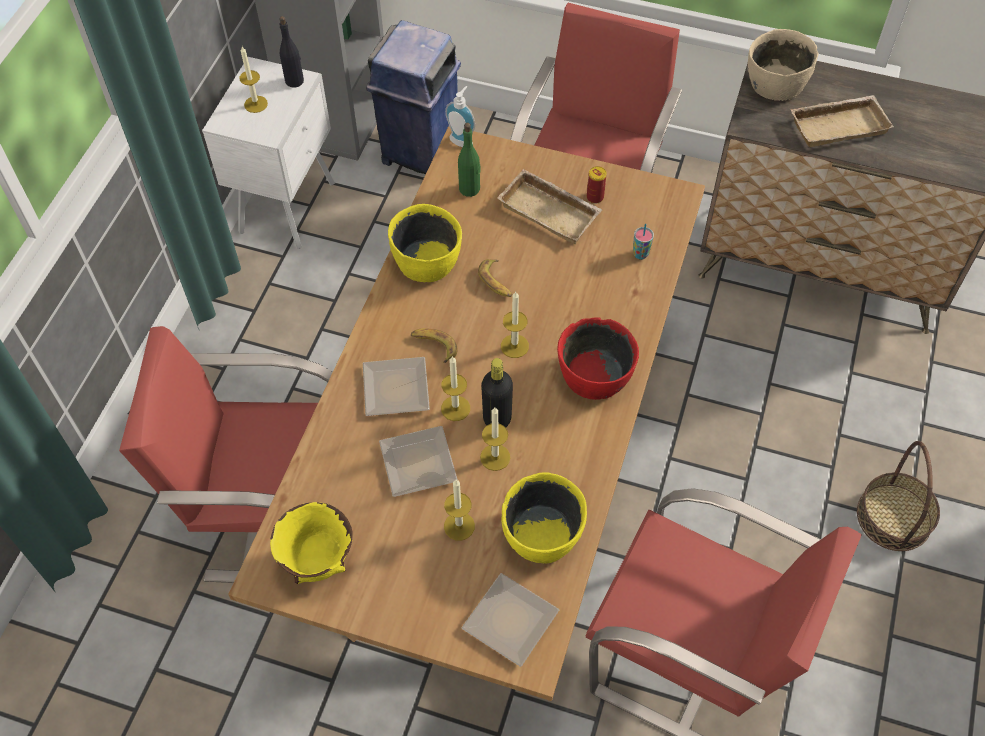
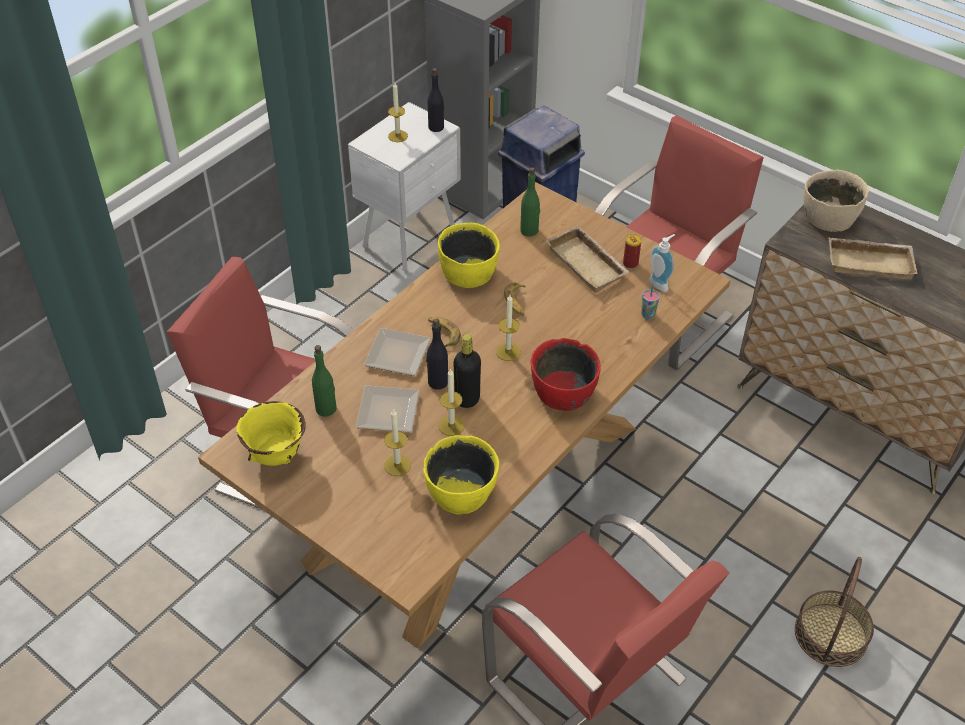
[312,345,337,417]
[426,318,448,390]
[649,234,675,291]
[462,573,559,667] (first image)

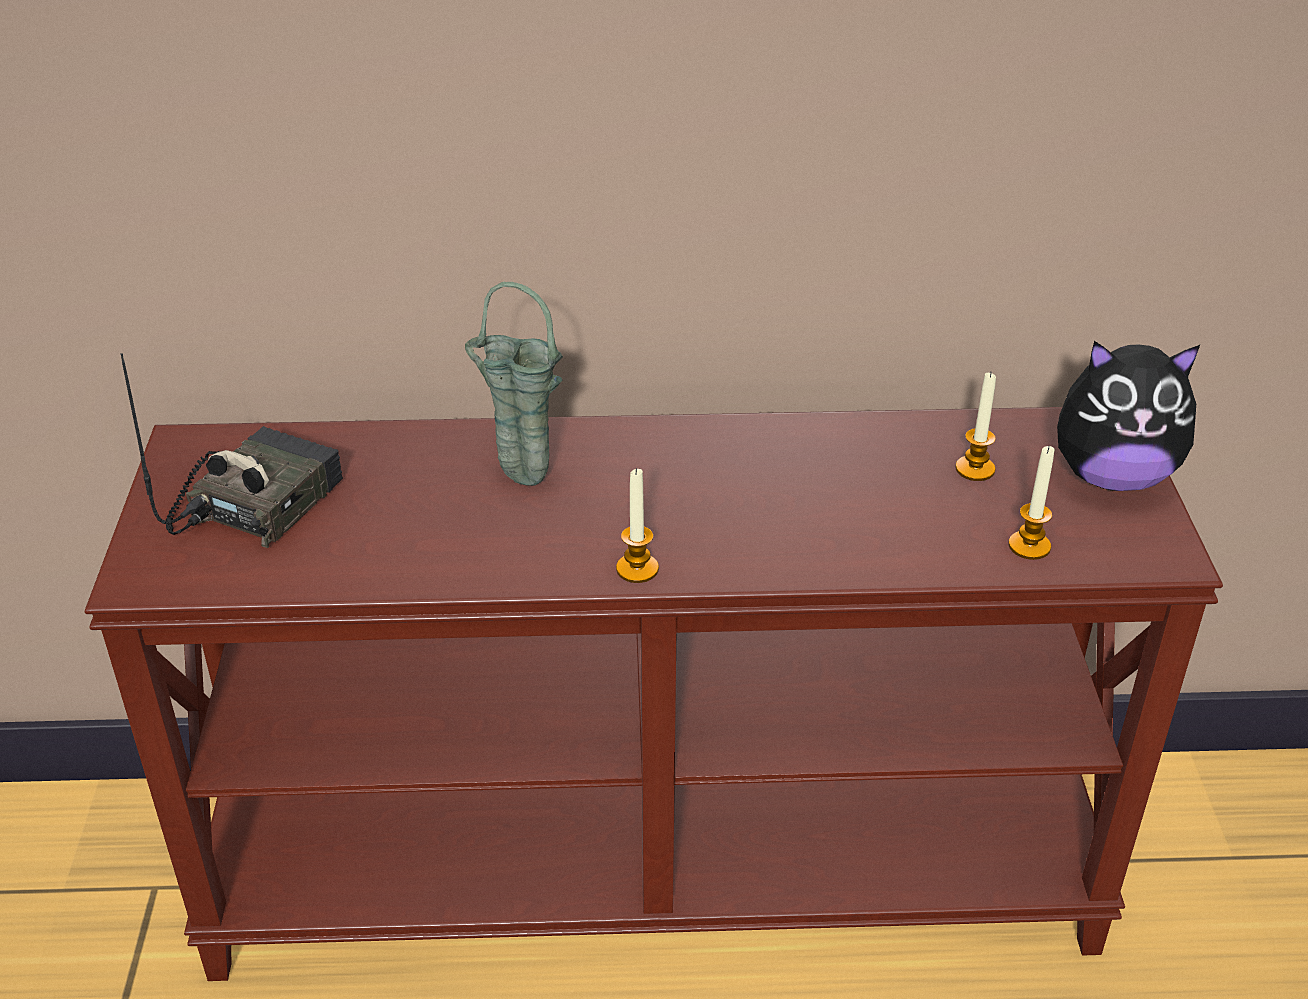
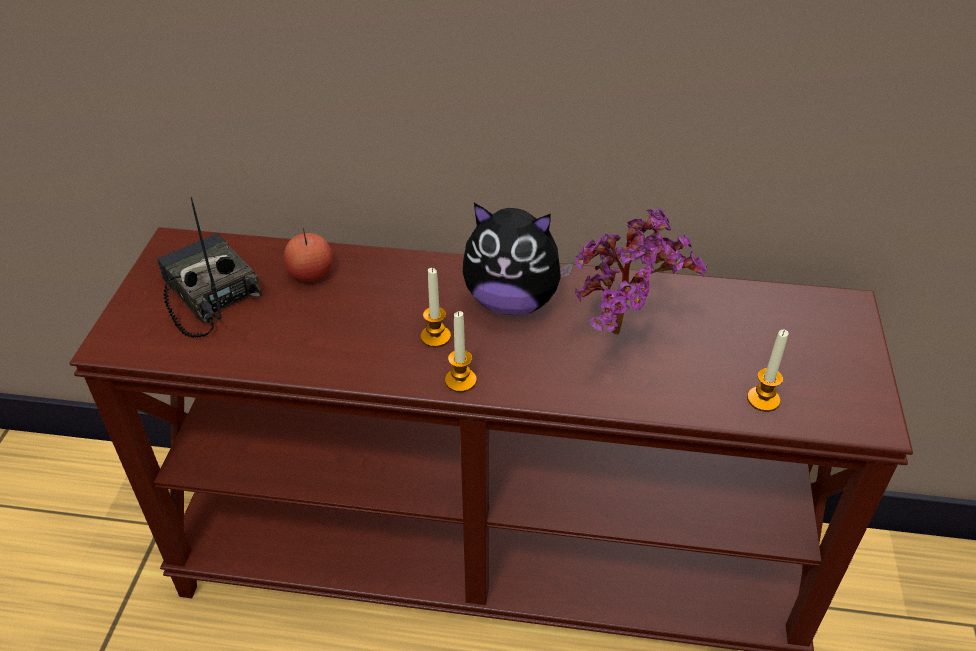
[157,197,262,338]
[284,228,333,282]
[421,268,451,347]
[463,203,574,315]
[575,209,707,334]
[465,282,563,486] (first image)

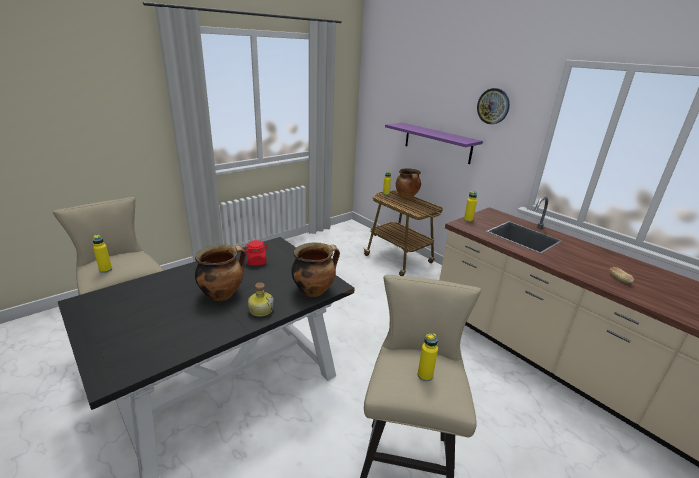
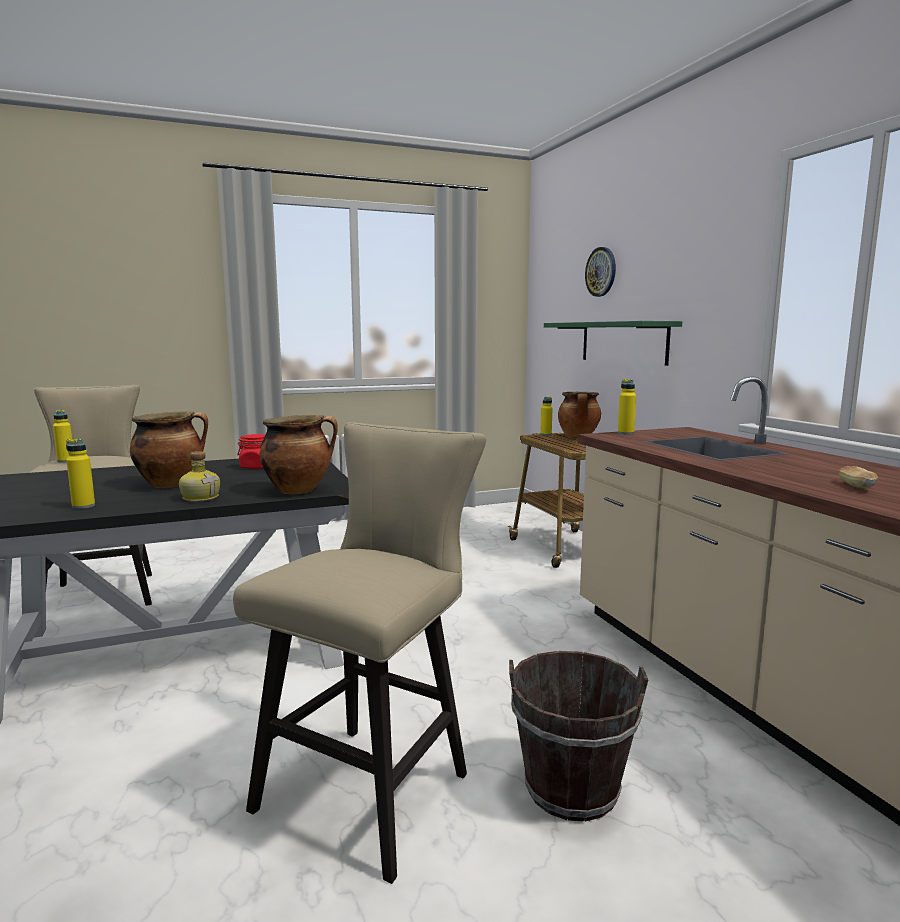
[66,439,95,509]
[509,651,648,822]
[544,321,682,366]
[585,247,616,297]

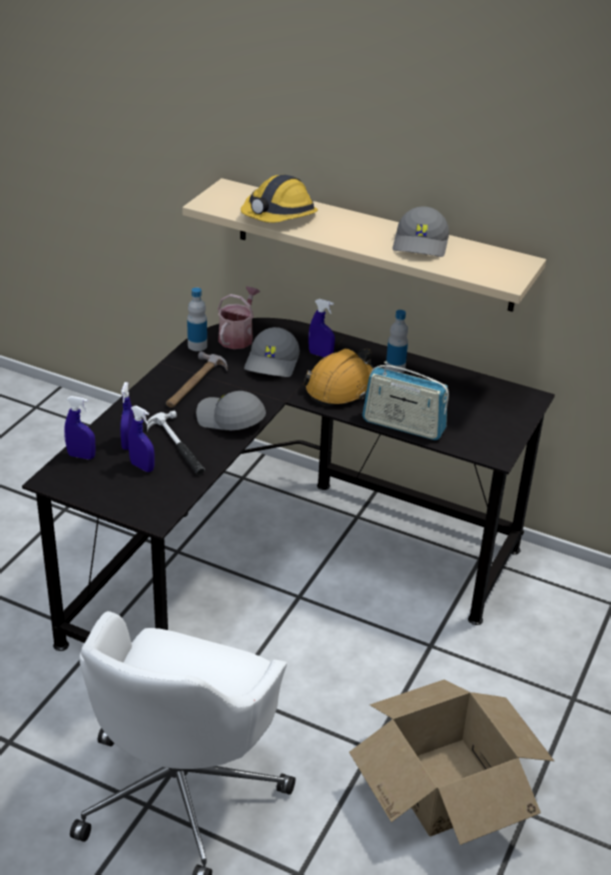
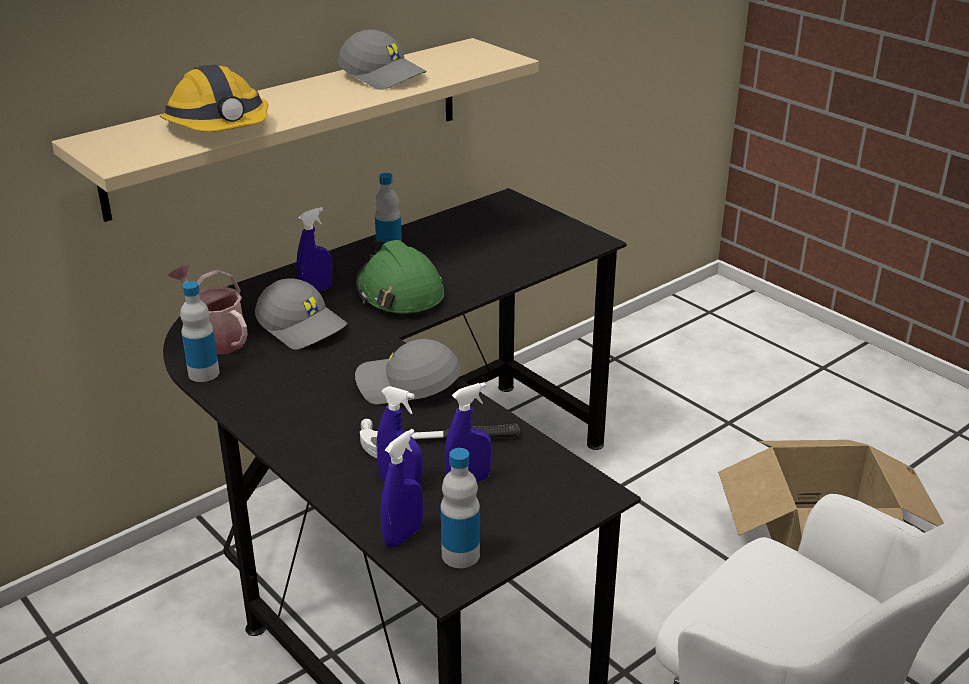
[355,339,461,404]
[356,240,444,318]
[441,448,480,568]
[166,351,227,408] (first image)
[362,361,449,440] (first image)

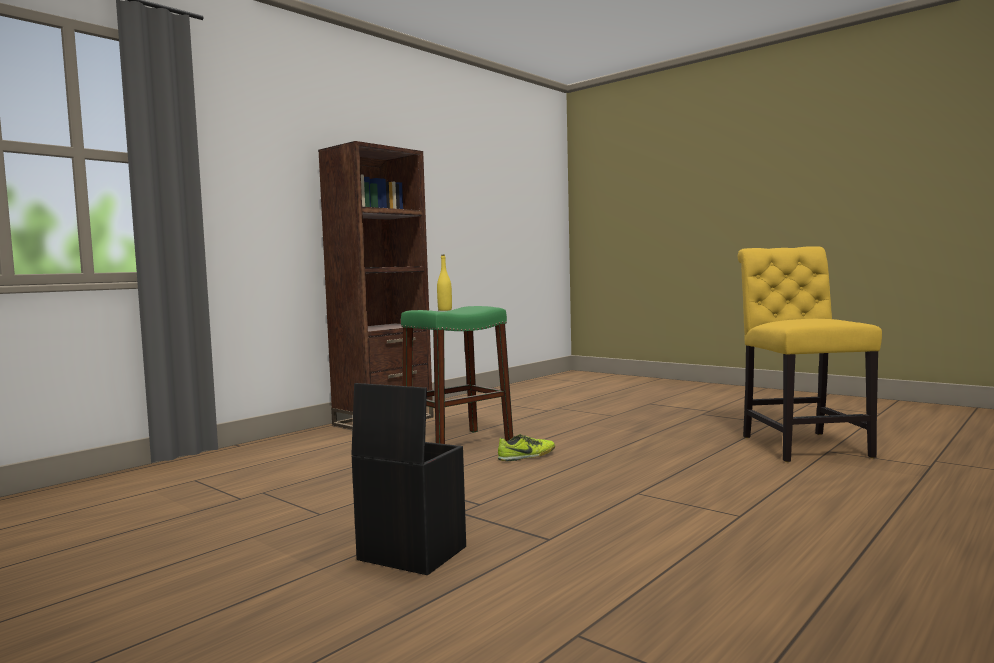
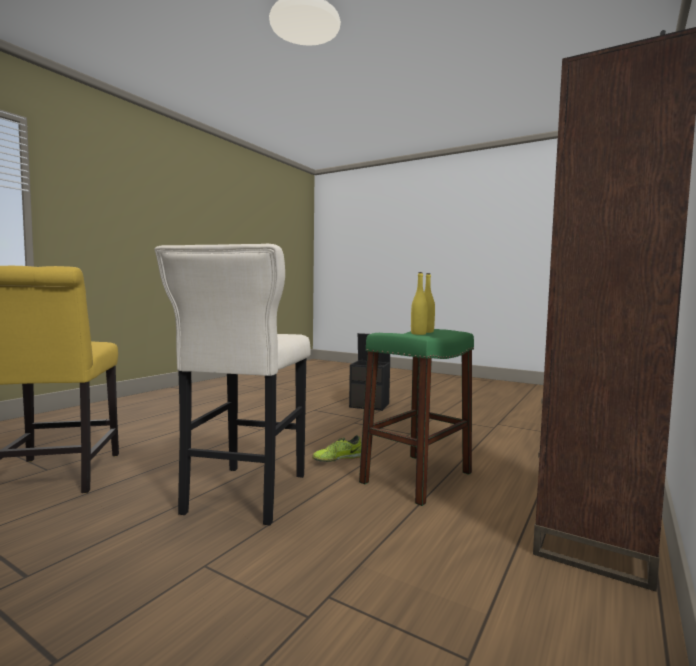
[154,244,311,525]
[411,272,428,335]

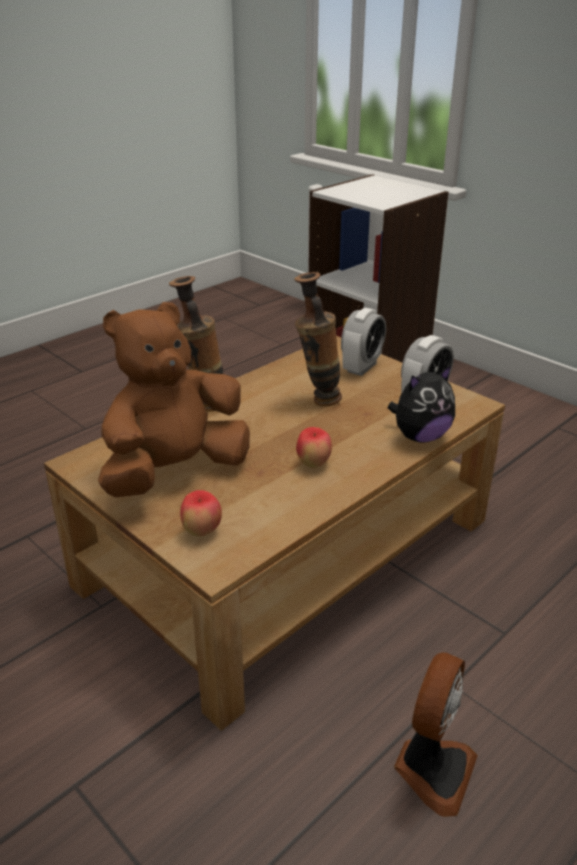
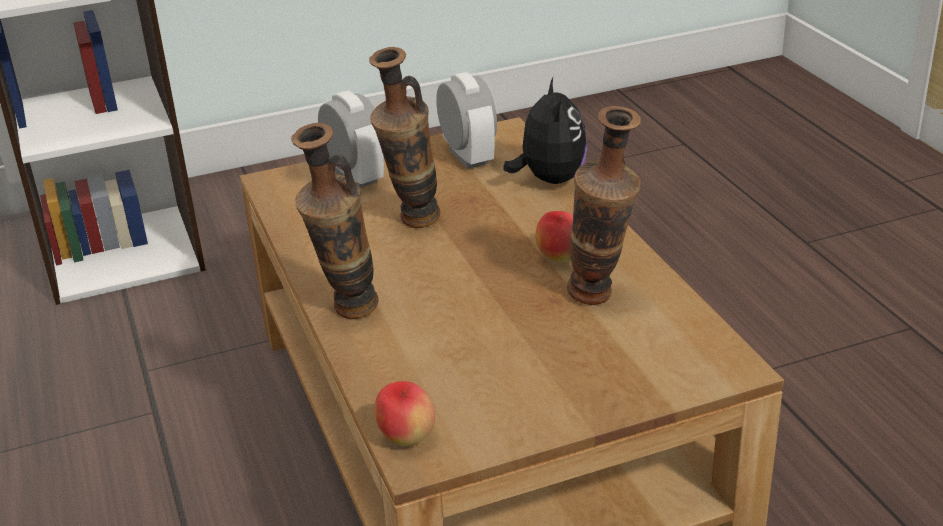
[375,381,435,446]
[567,106,641,305]
[98,302,250,497] (first image)
[394,652,478,817] (first image)

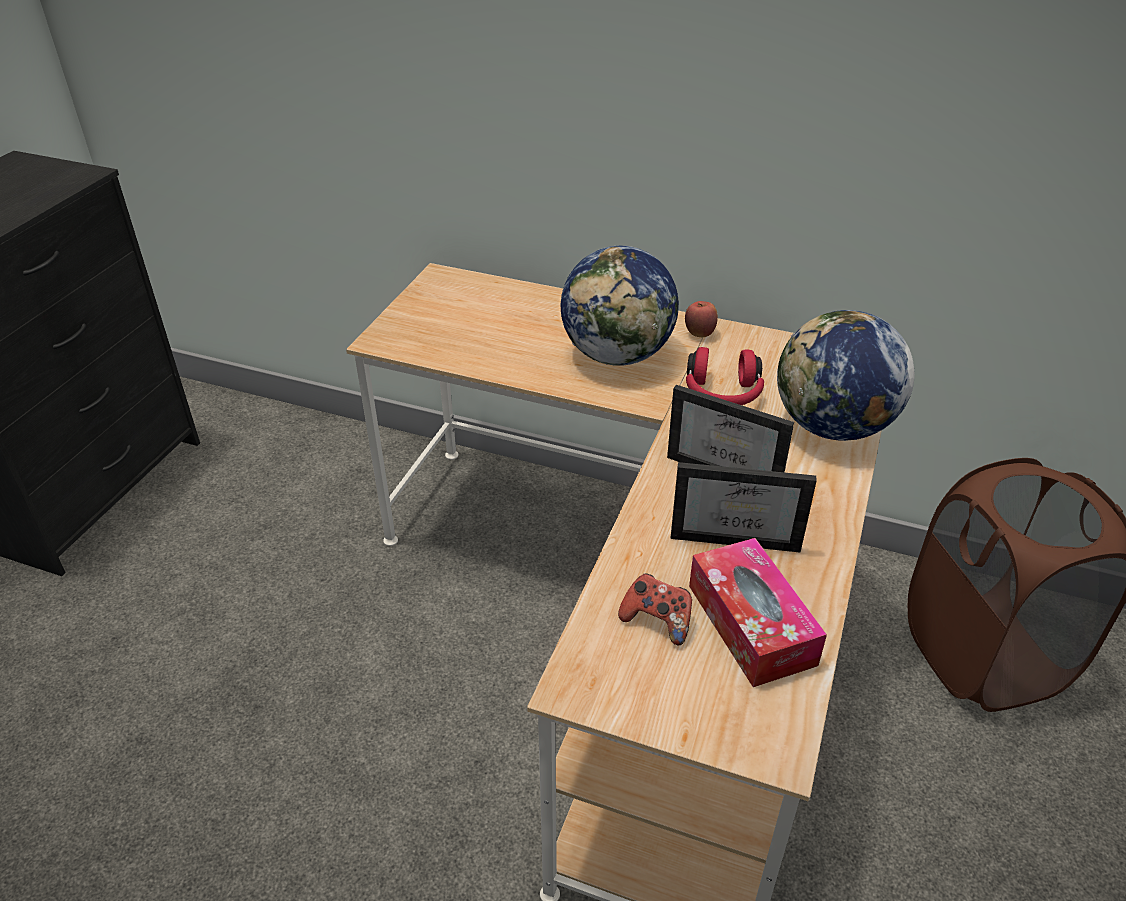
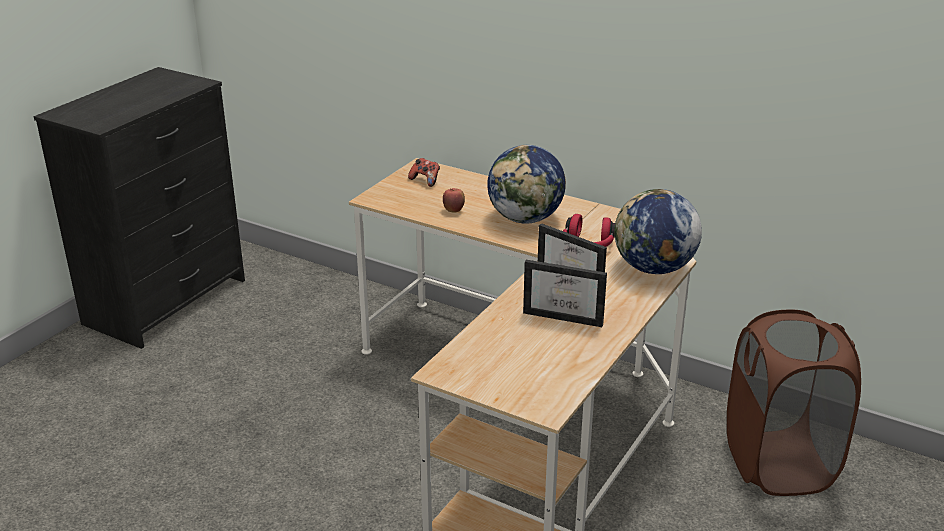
[408,158,440,187]
[443,188,465,213]
[689,538,827,687] (first image)

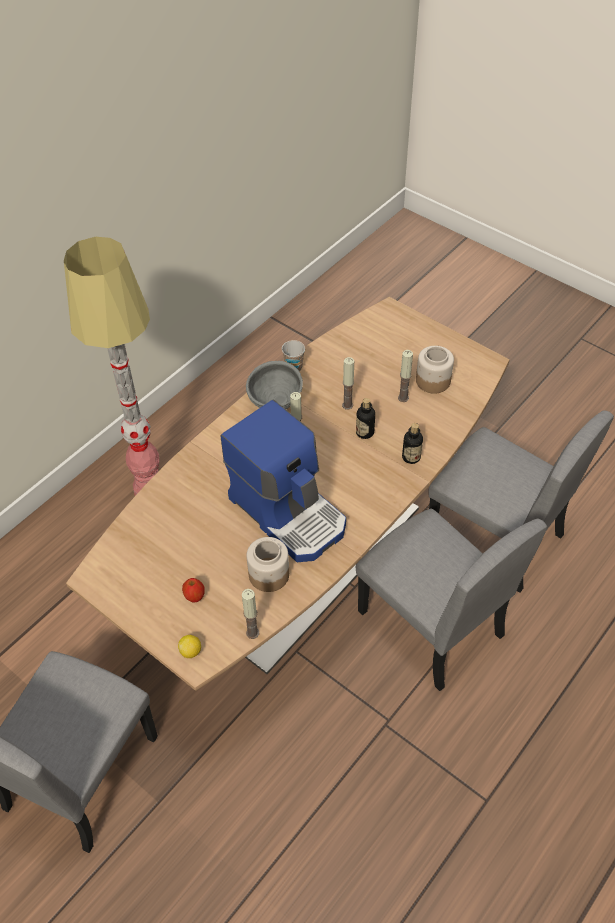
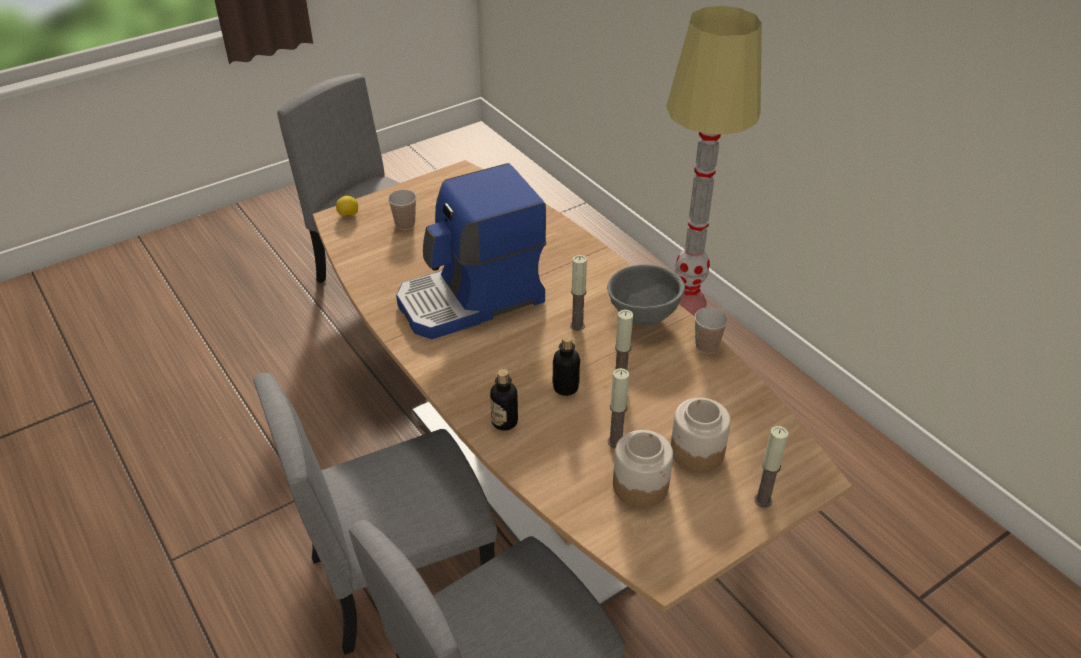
[388,190,417,230]
[671,398,731,472]
[754,426,789,508]

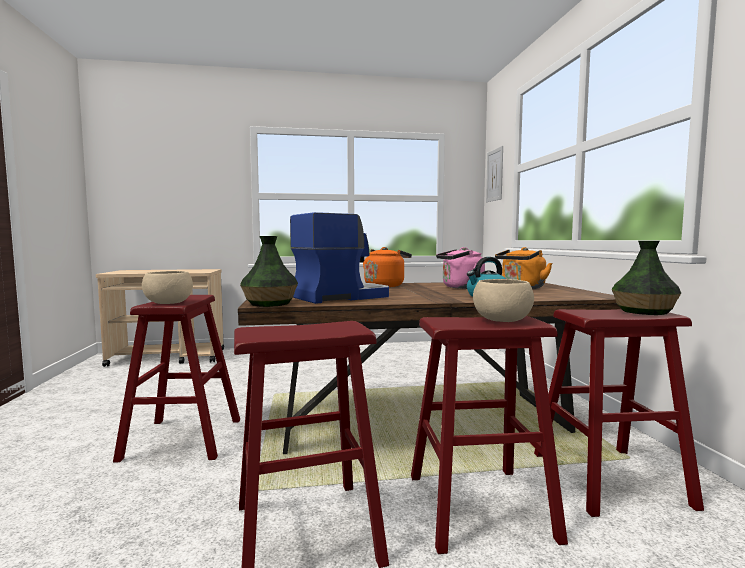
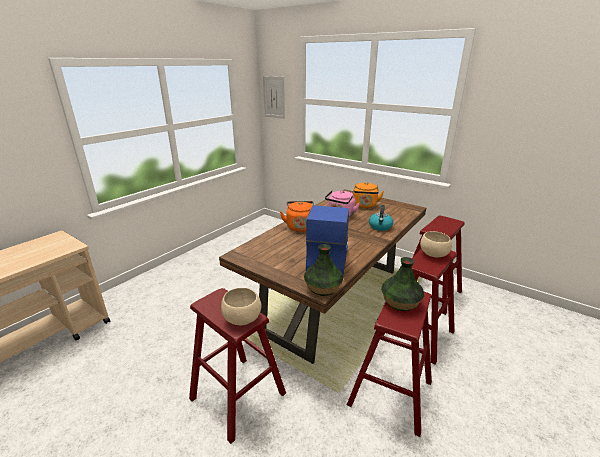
[382,257,424,311]

